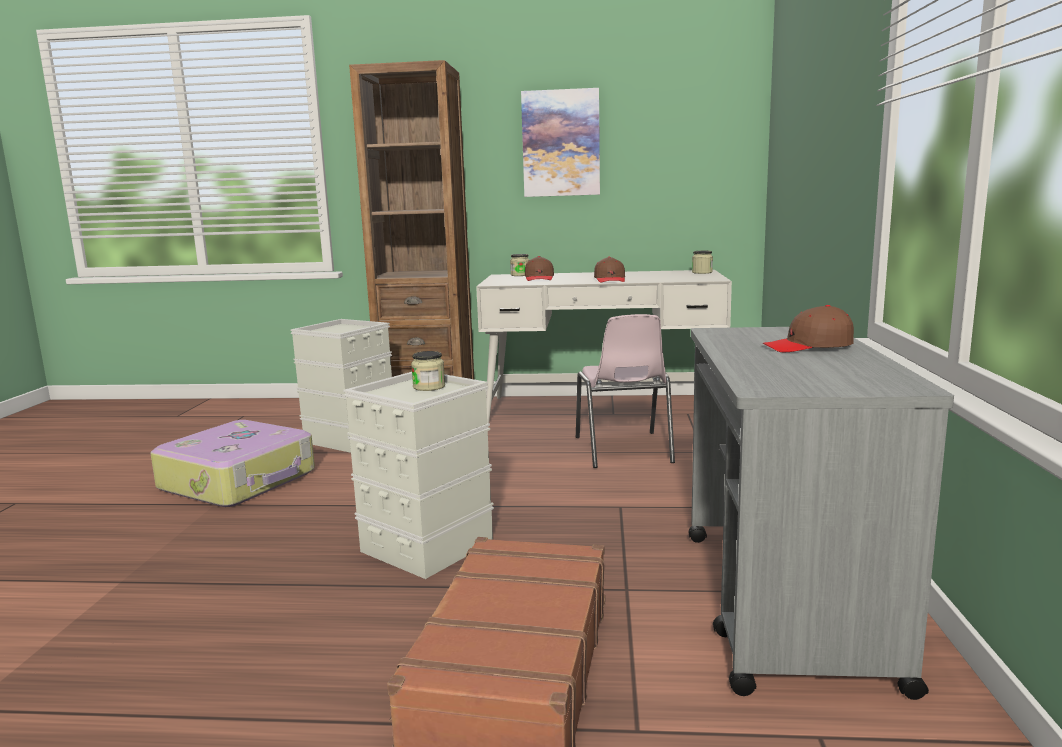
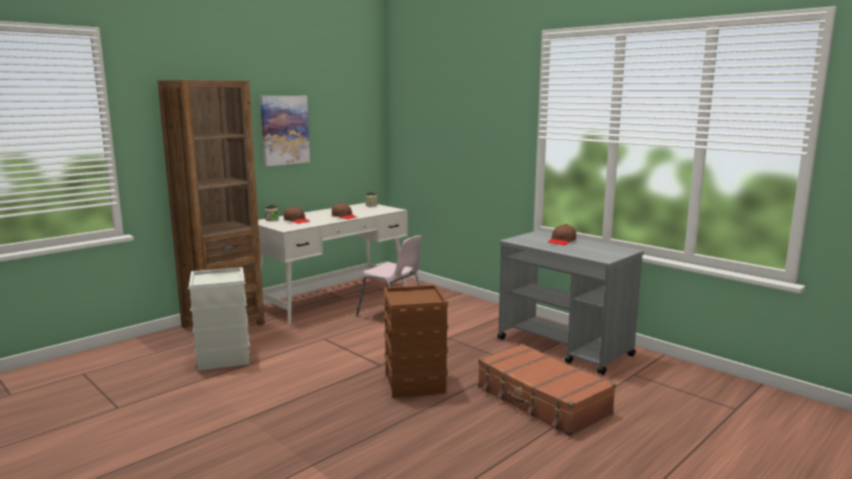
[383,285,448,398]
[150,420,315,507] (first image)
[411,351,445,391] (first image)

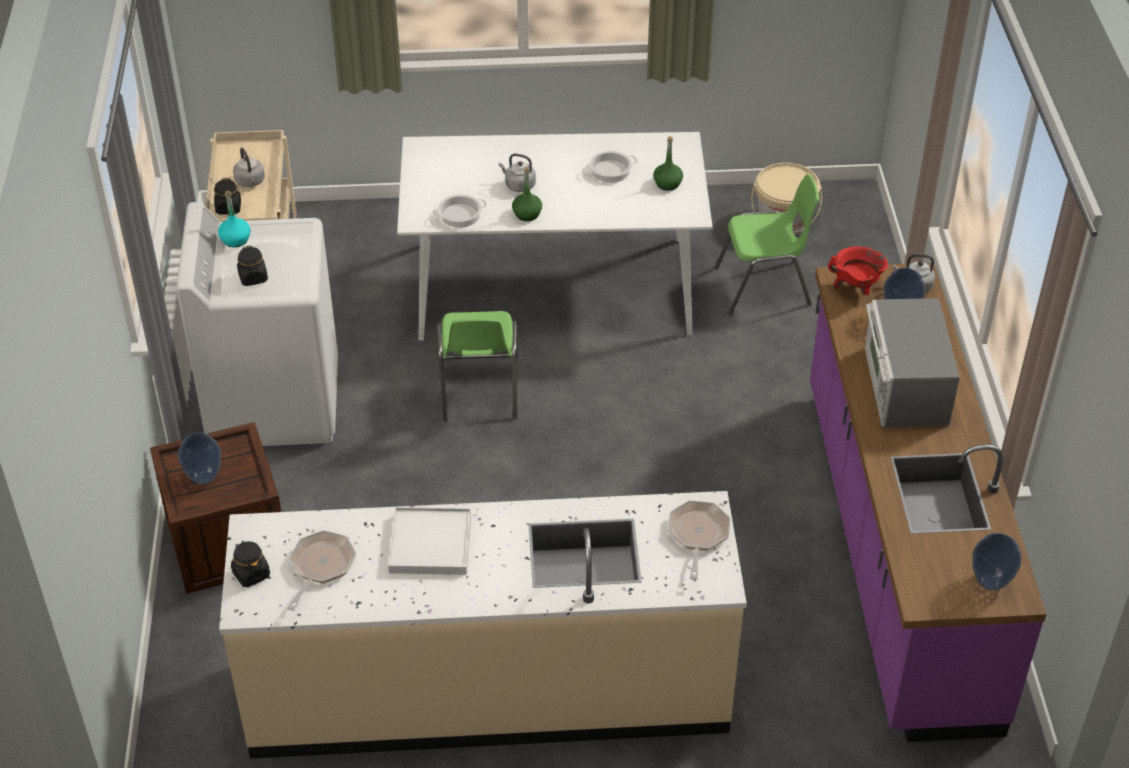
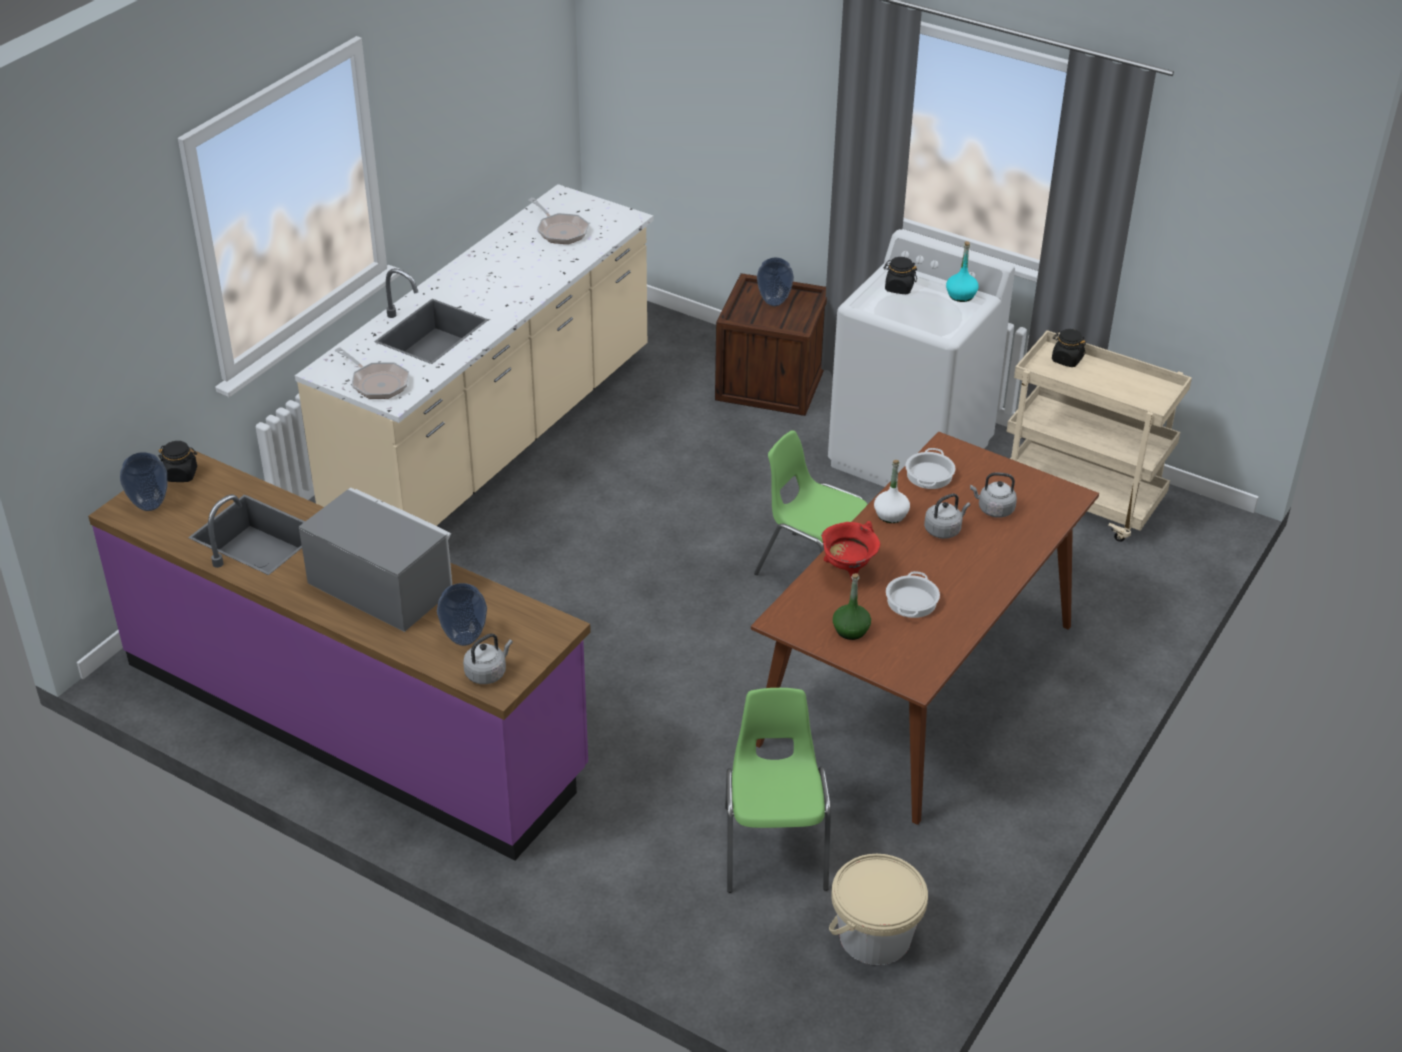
[158,441,197,482]
[725,688,831,893]
[751,432,1099,825]
[821,521,880,581]
[874,460,910,523]
[970,472,1017,518]
[388,507,471,575] (first image)

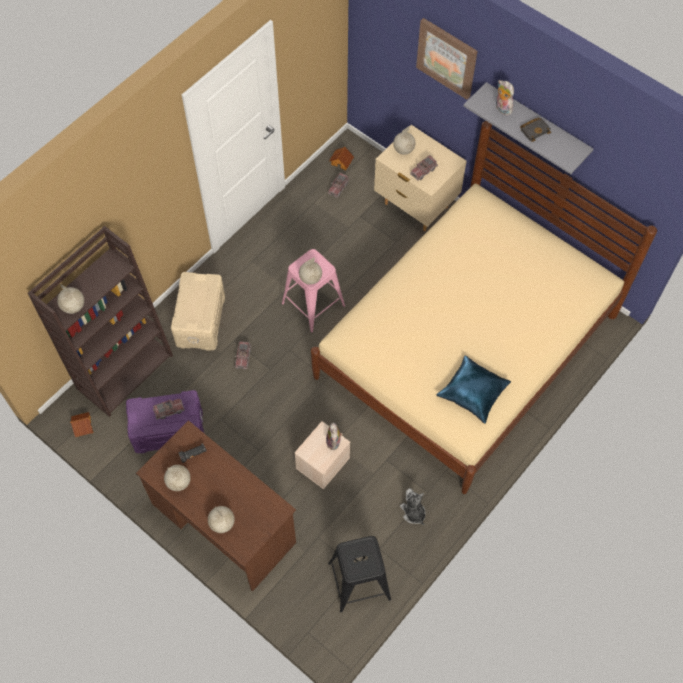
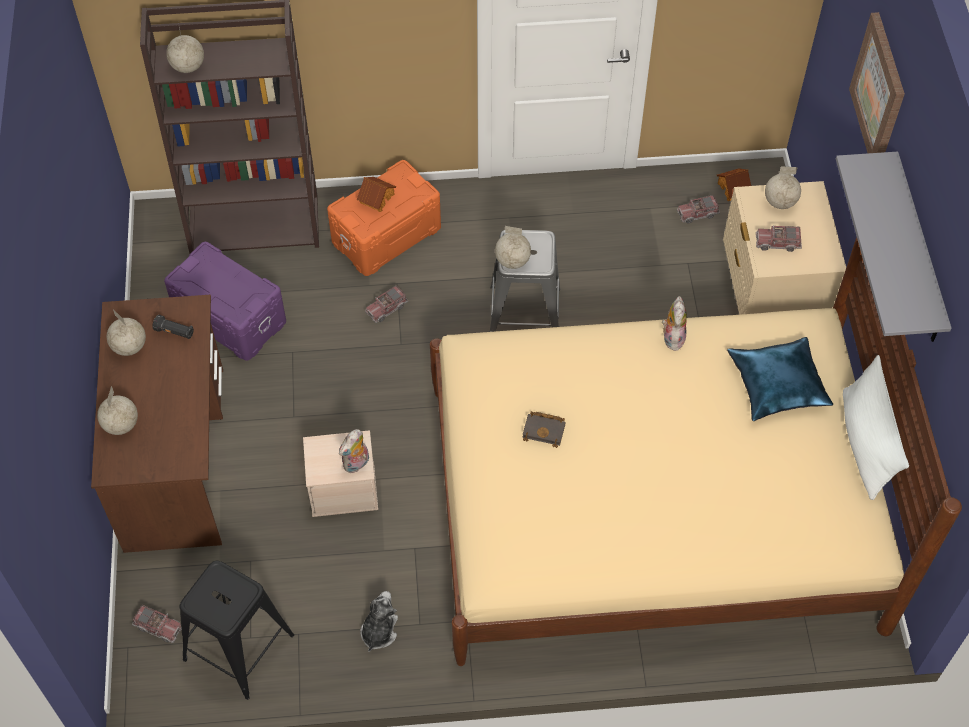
[132,605,182,643]
[327,160,441,276]
[357,177,396,212]
[490,230,560,332]
[522,411,565,448]
[662,296,687,351]
[727,337,833,421]
[843,355,909,500]

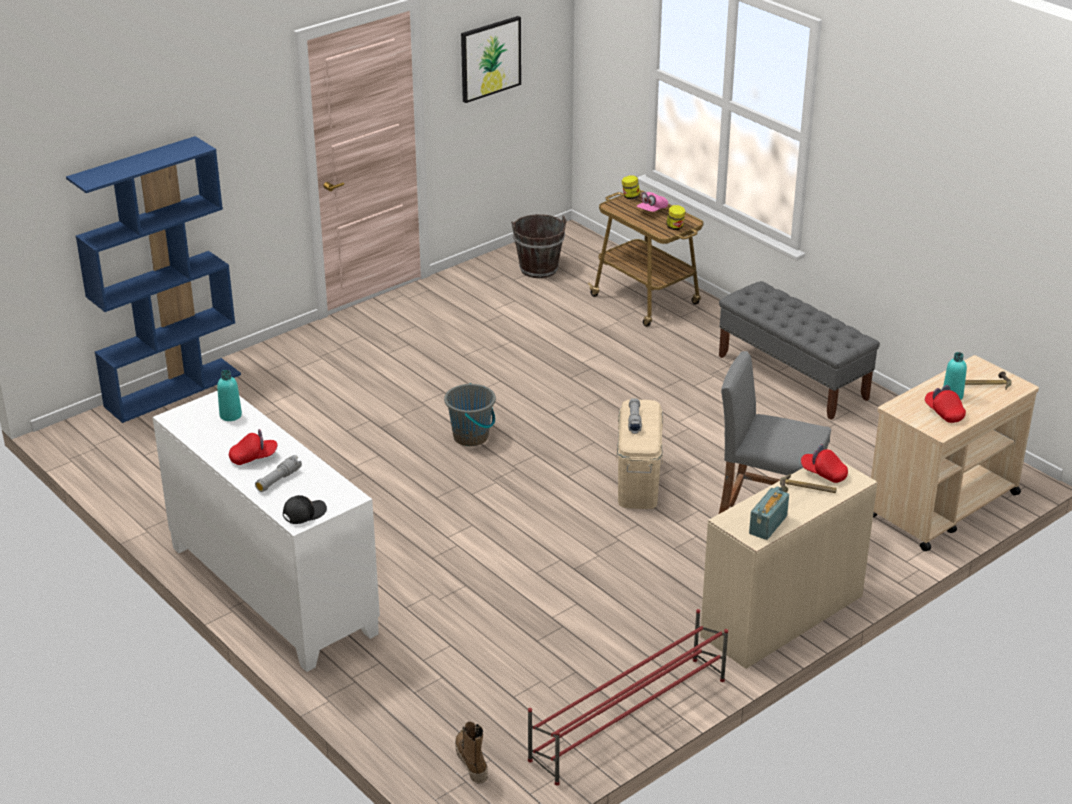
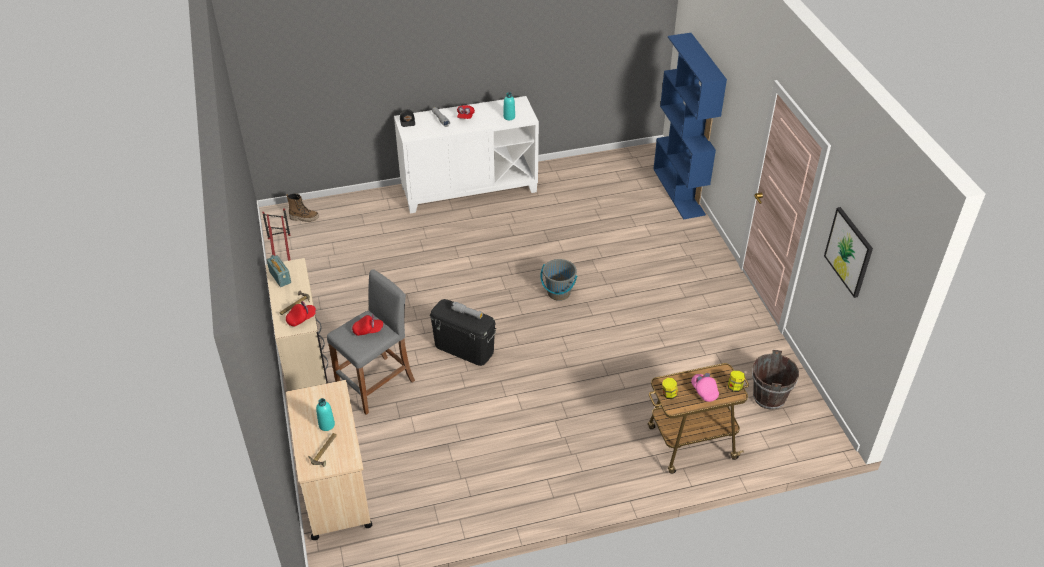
[352,314,383,336]
[430,299,496,366]
[719,281,880,420] (first image)

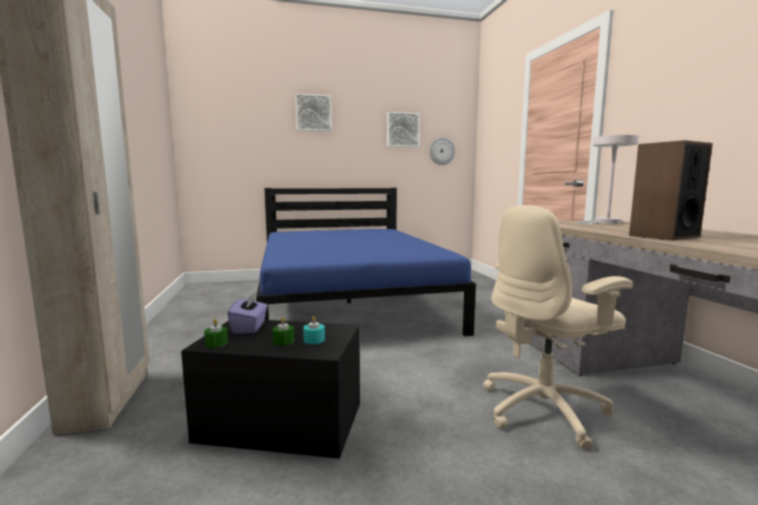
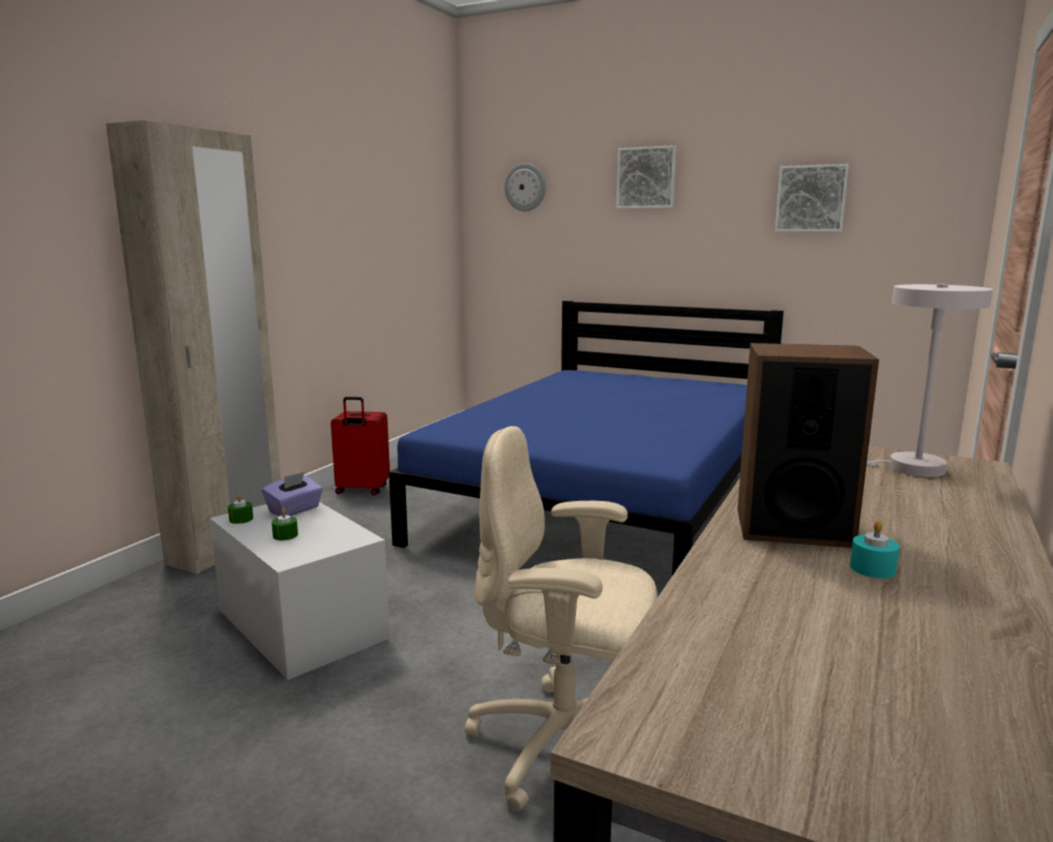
[210,502,390,680]
[331,397,390,495]
[504,163,546,211]
[850,521,900,578]

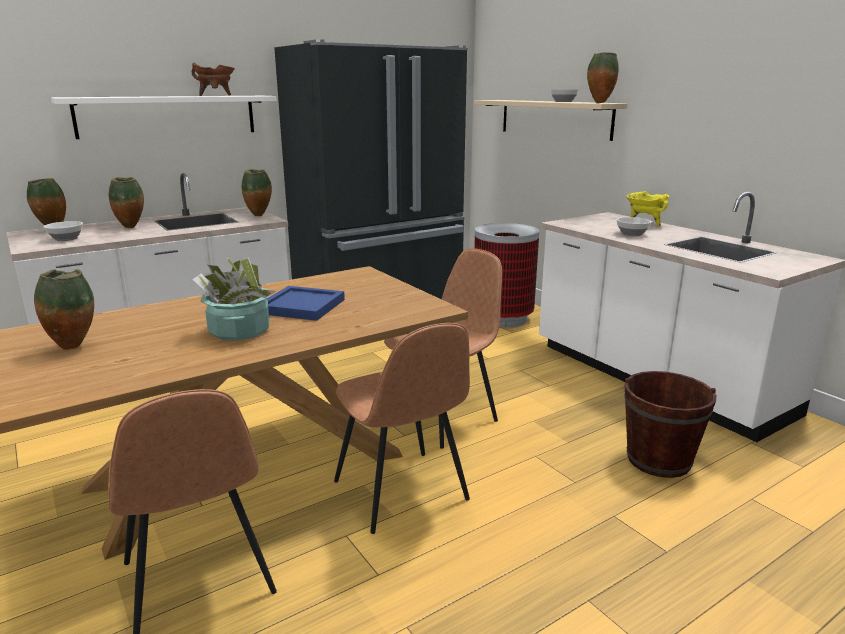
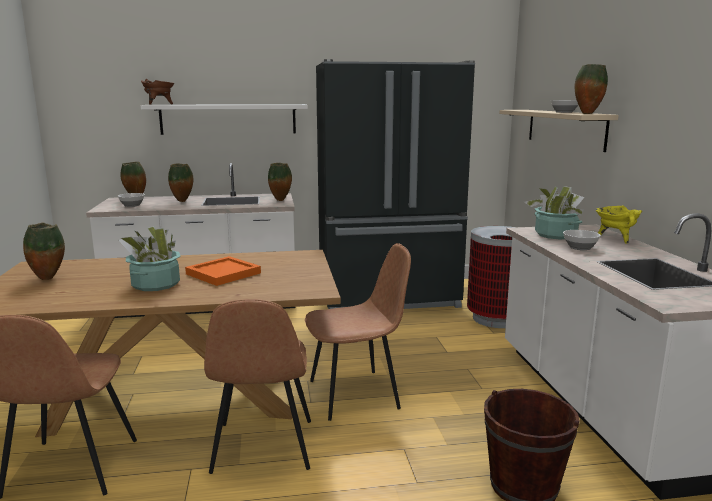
[141,79,174,105]
[185,256,261,286]
[524,186,585,239]

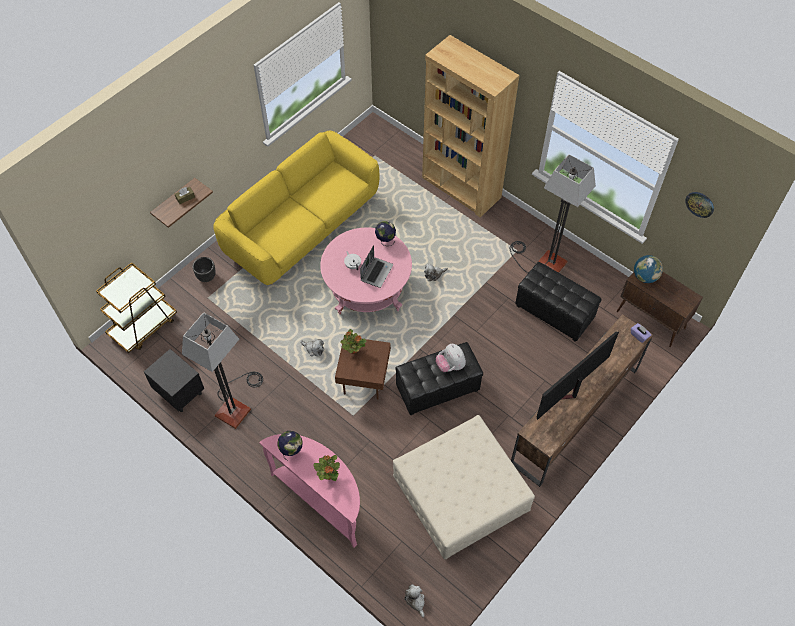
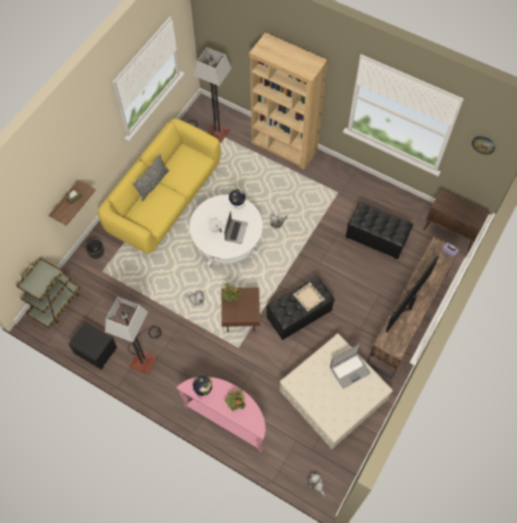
[133,154,169,201]
[187,47,232,142]
[190,195,263,268]
[293,282,325,311]
[330,344,371,389]
[634,255,663,283] (first image)

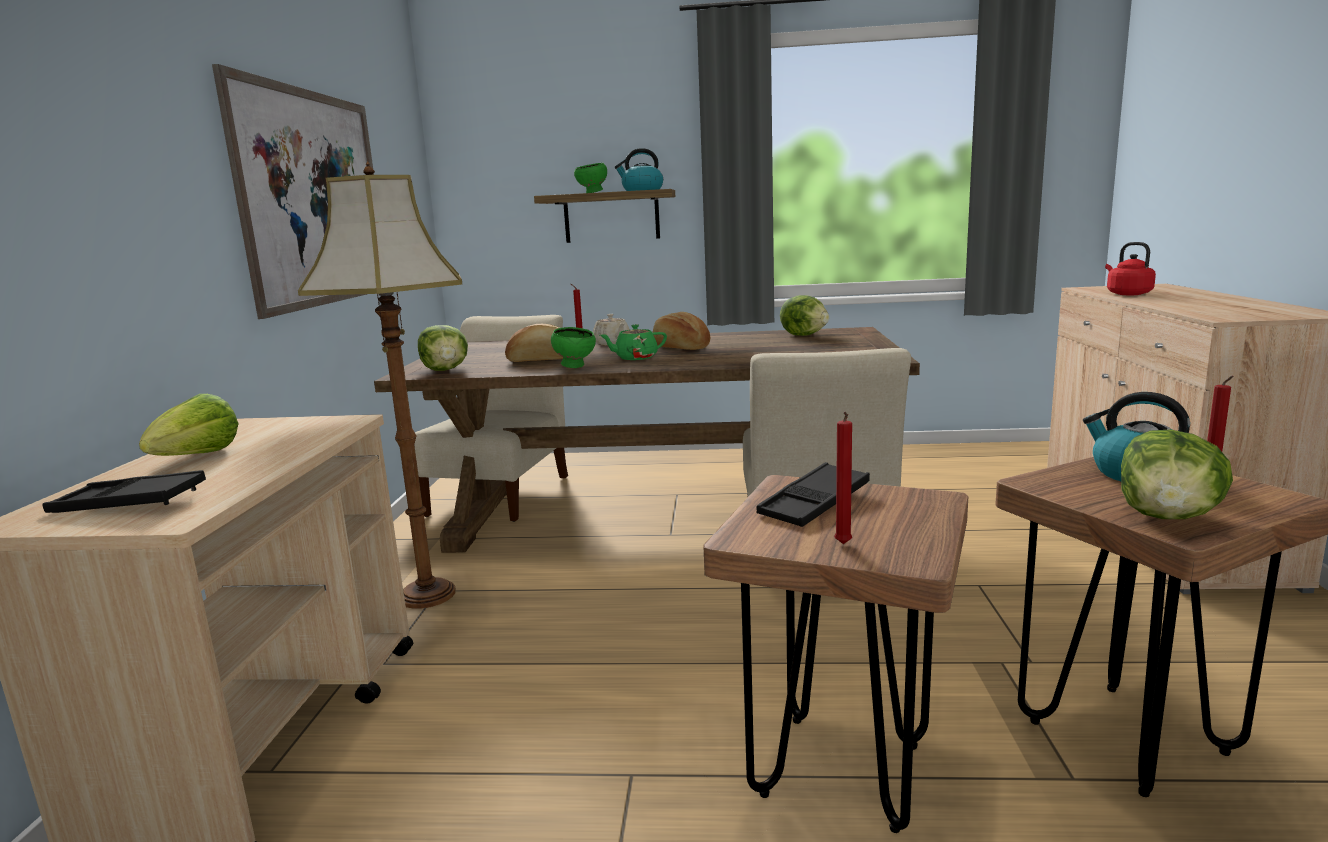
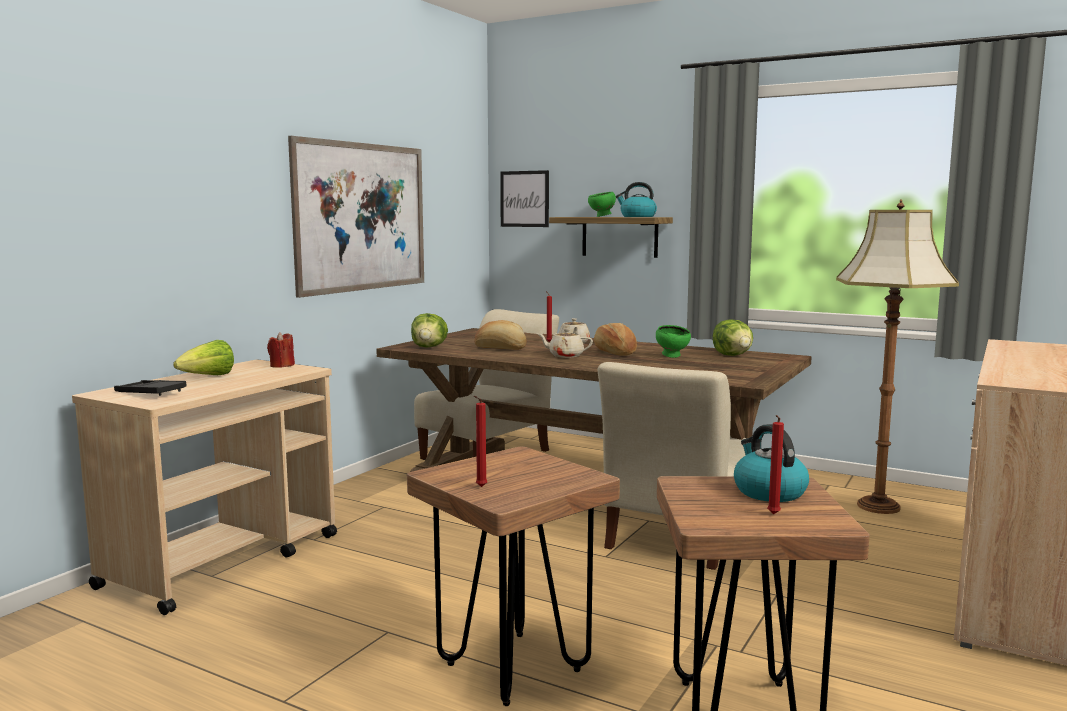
[267,332,295,368]
[500,170,549,227]
[538,329,593,358]
[656,325,691,358]
[836,200,959,514]
[757,462,870,527] (first image)
[1105,242,1156,295] (first image)
[1121,430,1233,519] (first image)

